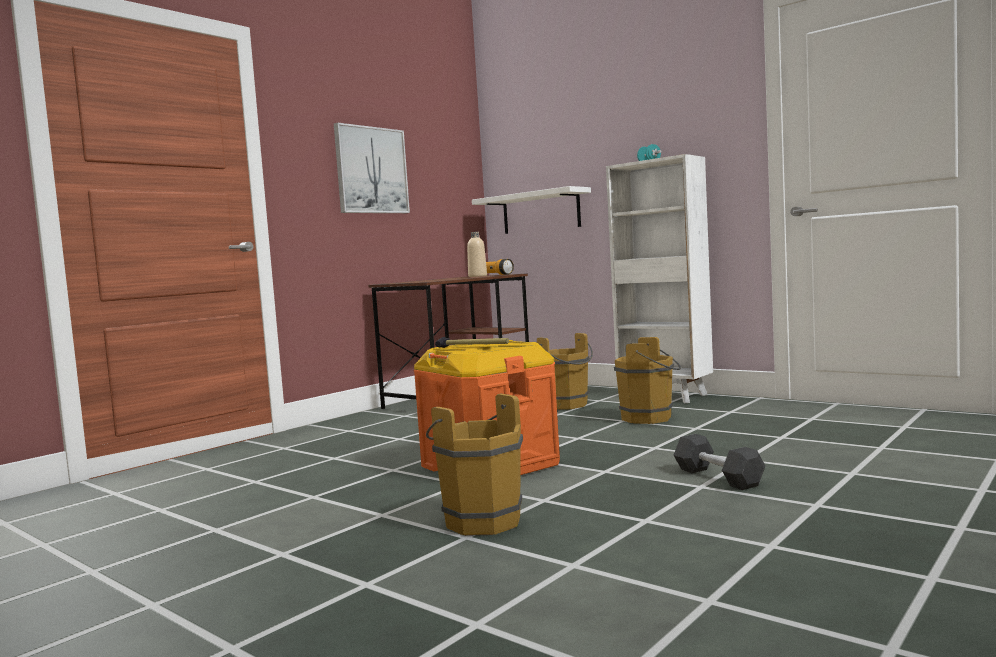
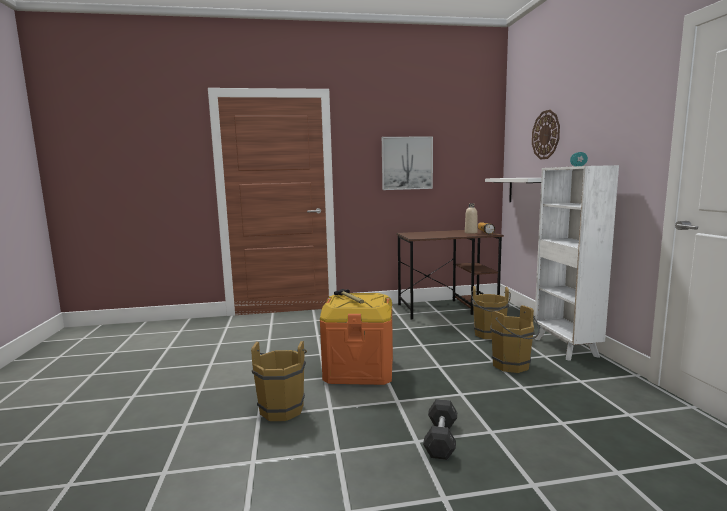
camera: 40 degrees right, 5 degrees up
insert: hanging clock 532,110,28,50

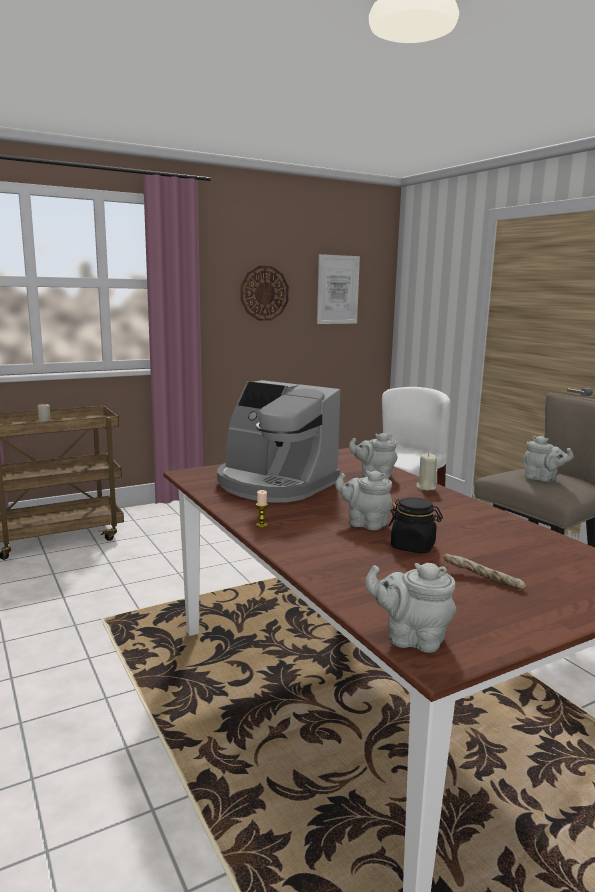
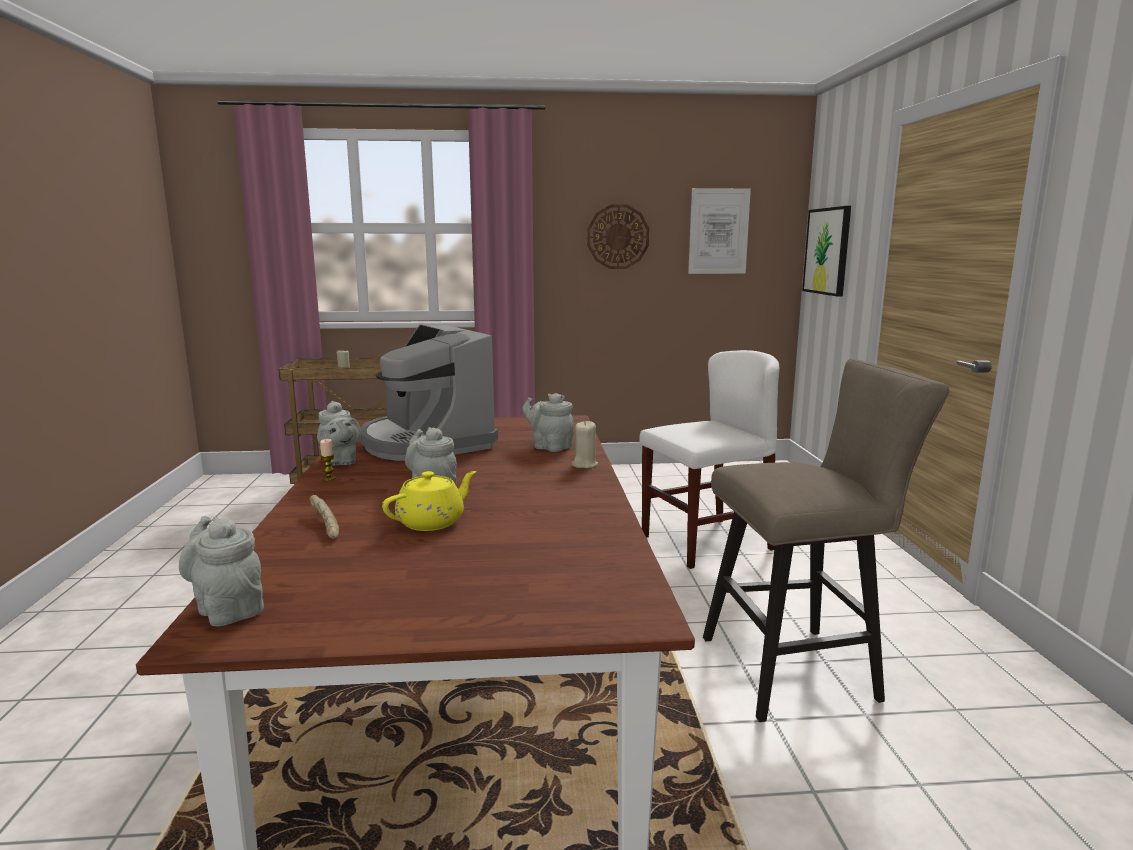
camera: 25 degrees right, 0 degrees up
insert: wall art 802,206,49,91
move: baked bread 444,554,82,35 to 309,495,30,44; pot for tea (greyish) 523,436,51,46 to 317,401,44,64
replace: jar (blackish) 388,497,55,56 to pot for tea (yellow-coloured) 382,471,95,60

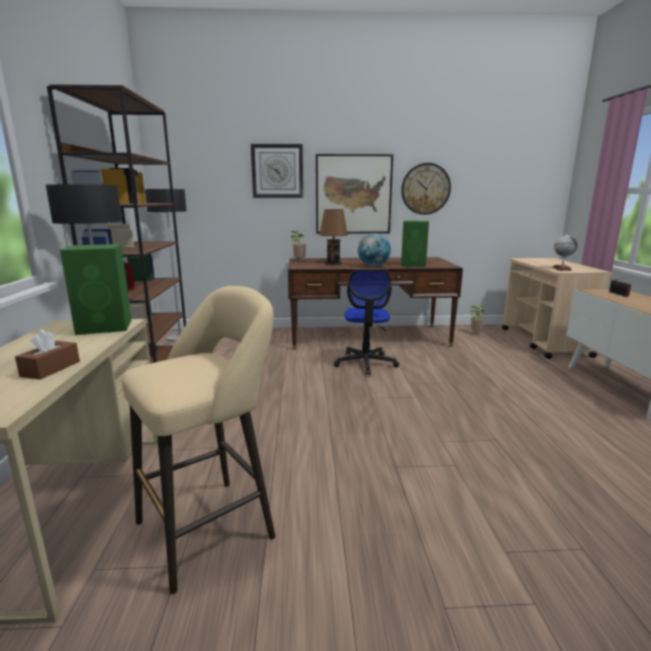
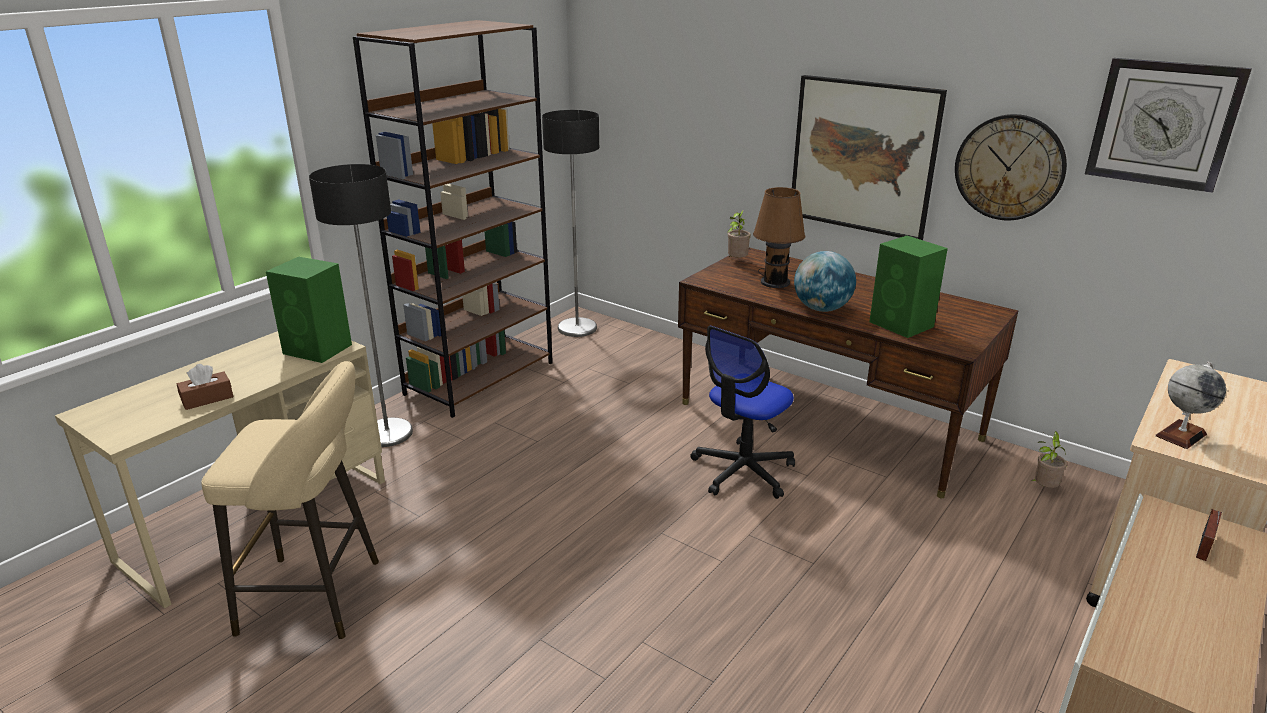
camera: 40 degrees right, 10 degrees up
move: hanging clock 251,144,52,54 to 1085,58,167,135

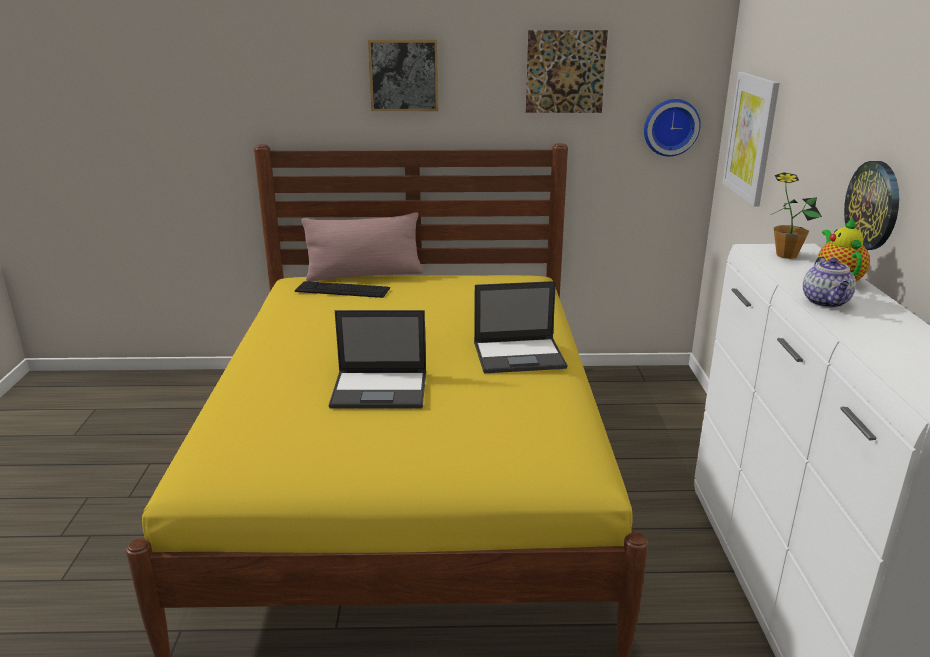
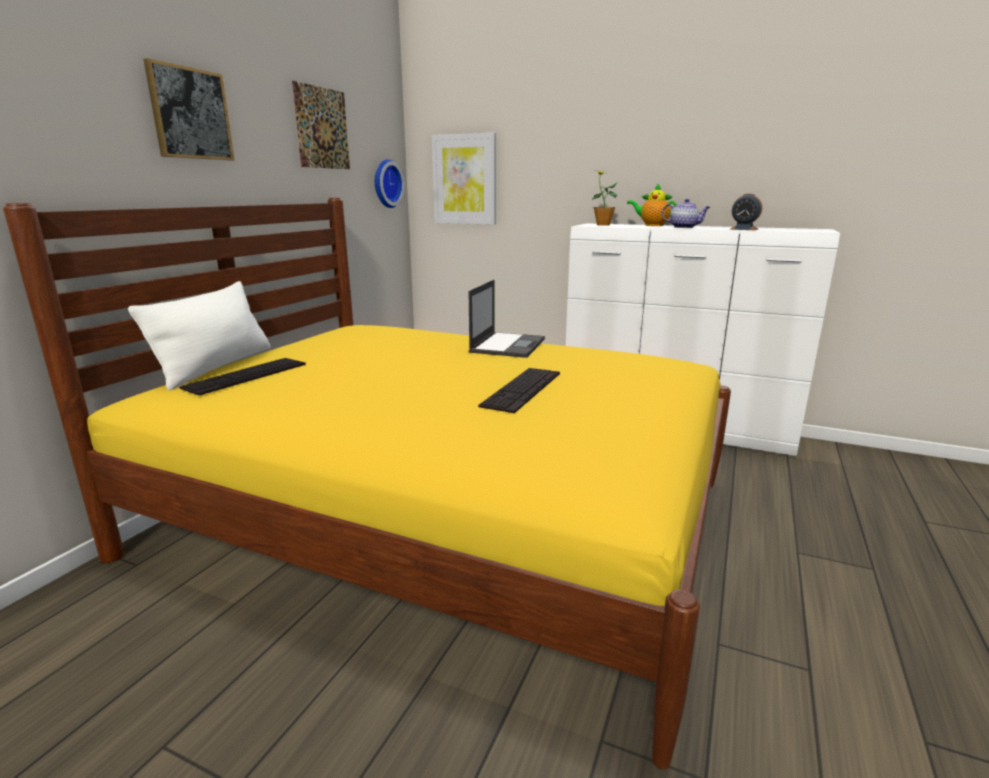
camera: 65 degrees left, 5 degrees down
delete: hanging clock 844,161,55,89
insert: bedside clock 729,193,33,37
replace: notebook computer 329,310,97,99 to keyboard 478,368,82,45
recolor: cushion (pink) 301,212,122,70 to cushion (whitish) 128,281,143,110

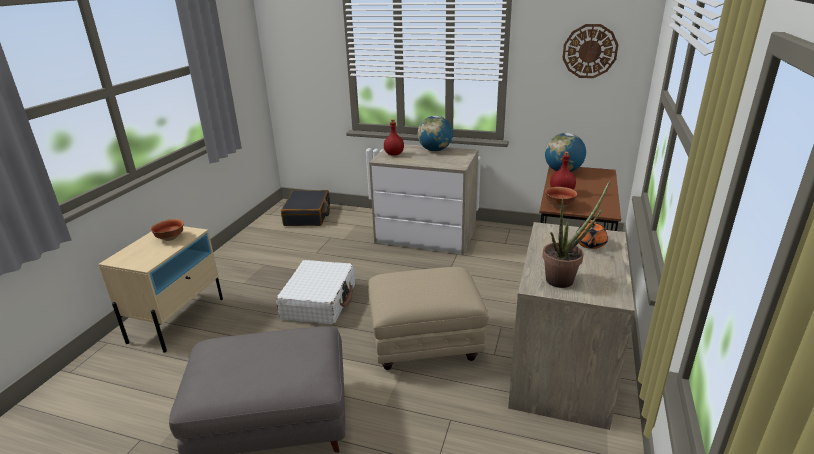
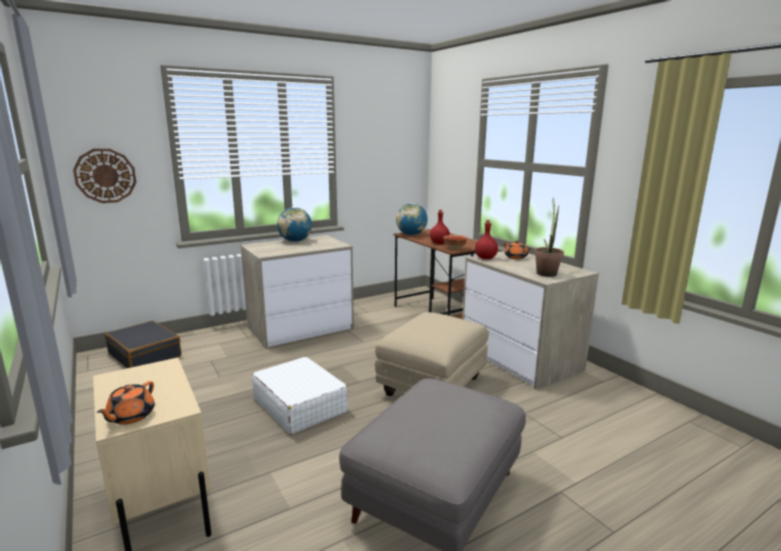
camera: 50 degrees left, 10 degrees down
delete: serving bowl 150,219,34,22
insert: pot for tea (orange-coloured) 96,381,59,44
move: hanging clock 562,24,56,54 to 73,149,63,54; drink bottle (red) 384,119,20,37 to 475,220,23,39

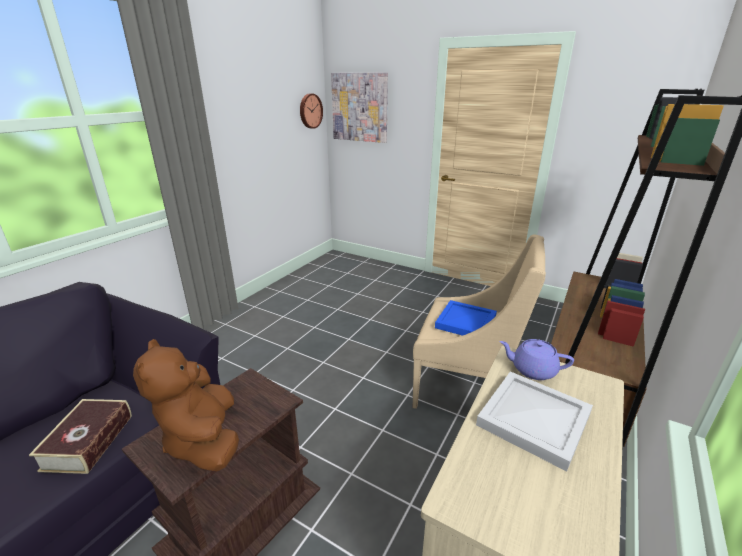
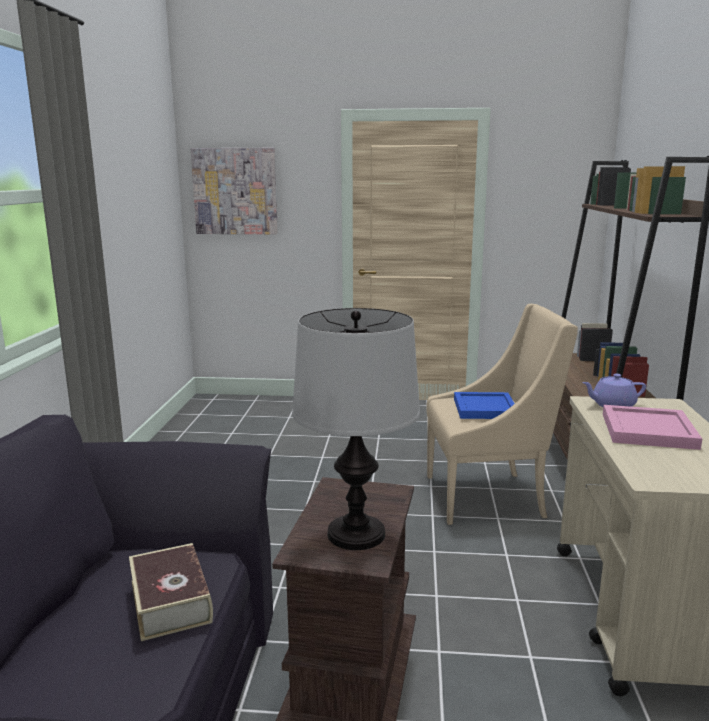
camera: 25 degrees left, 10 degrees down
delete: hanging clock 300,94,23,35
replace: plush toy (brown) 133,339,106,133 to lamp for a table 292,308,128,242
recolor: tray (whitish) 476,372,117,99 to tray (pink) 603,405,99,45

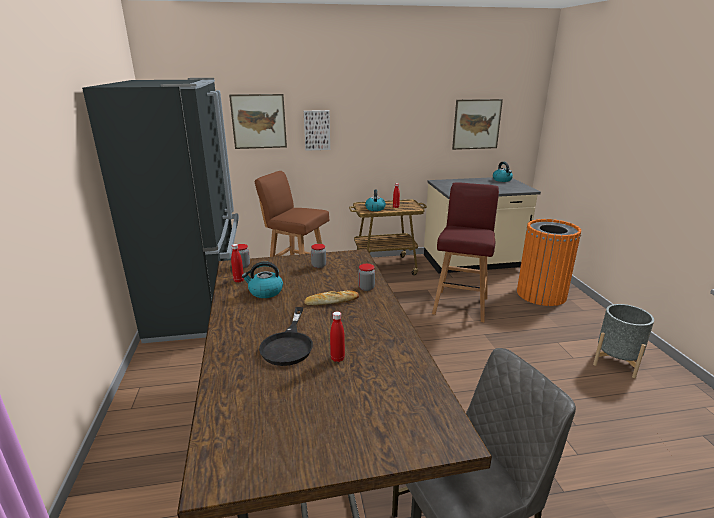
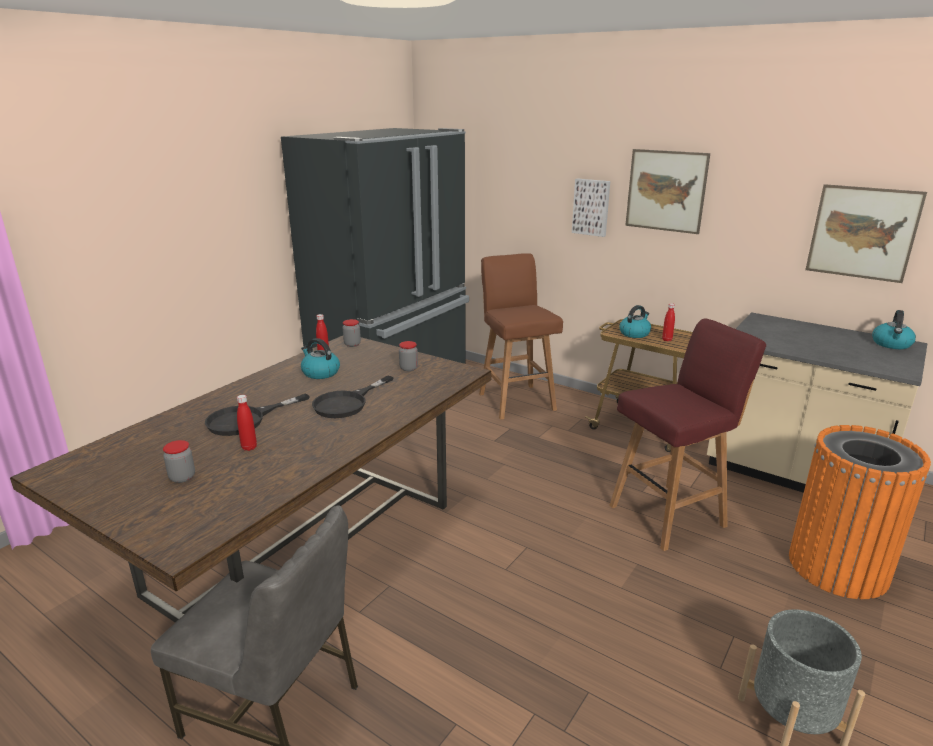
camera: 45 degrees right, 0 degrees up
move: jar 358,264,17,27 to 163,440,32,43; wall art 229,94,58,55 to 625,149,85,85
replace: baked bread 304,290,55,15 to pan (blackish) 312,375,82,43

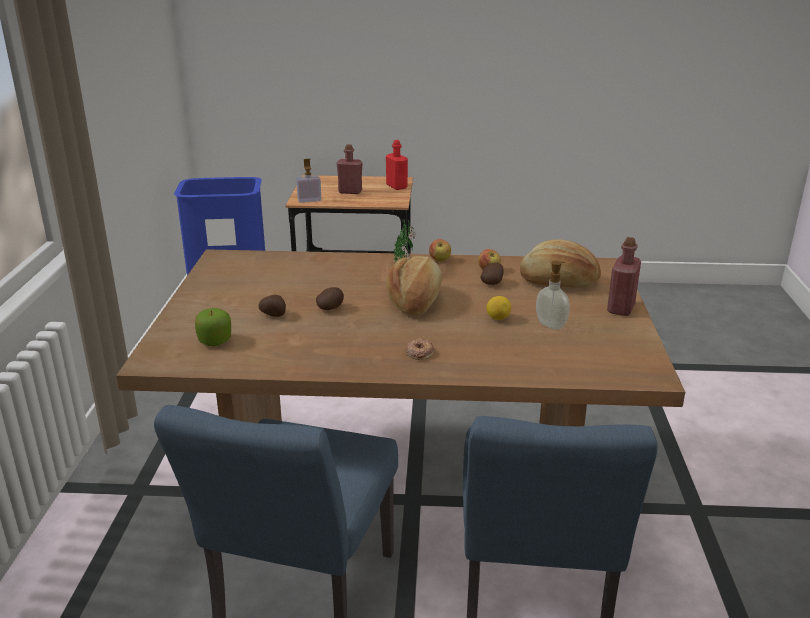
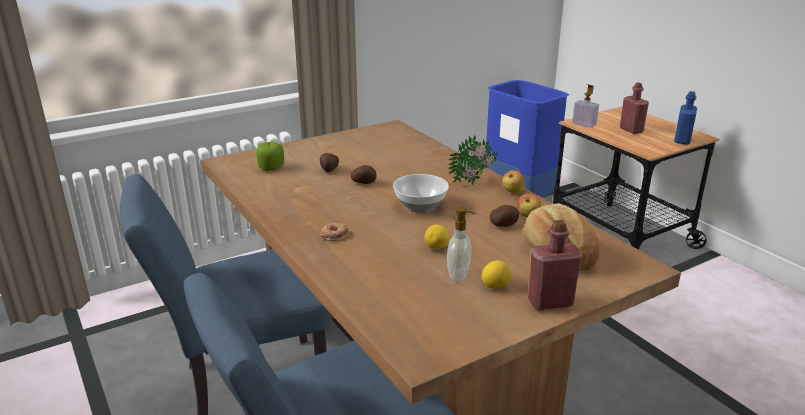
camera: 55 degrees right, 0 degrees up
insert: lemon 481,260,31,29
replace: baked bread 386,256,56,60 to serving bowl 393,174,56,39
recolor: drink bottle (red) 386,140,22,50 to drink bottle (blue-coloured) 674,91,23,53

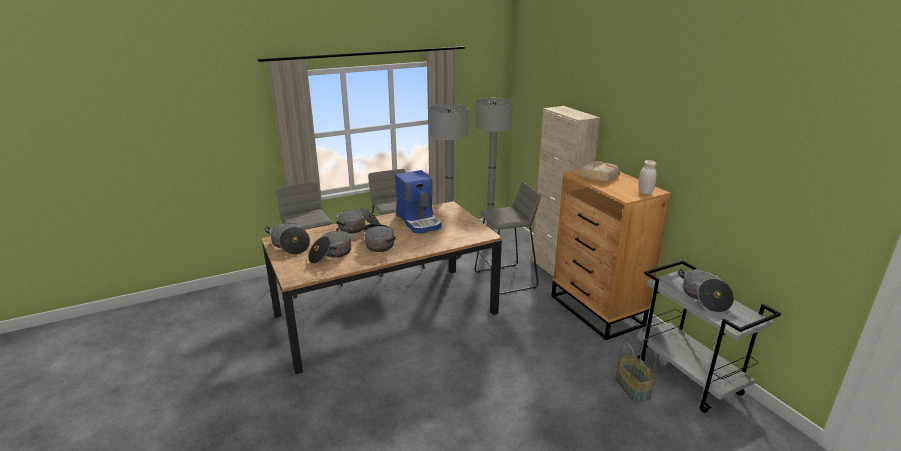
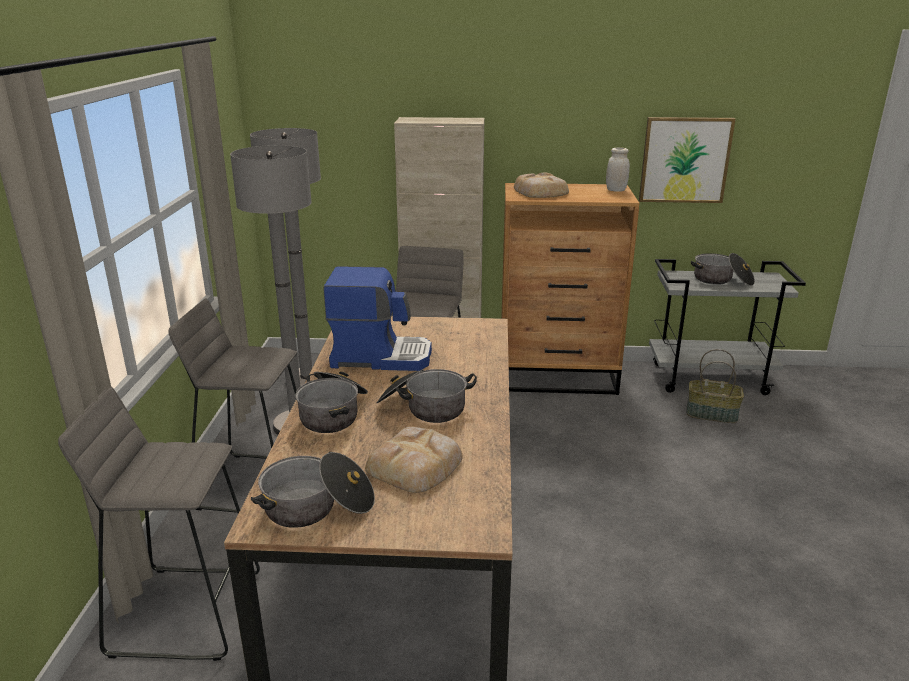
camera: 60 degrees left, 0 degrees up
insert: wall art 639,117,96,86
replace: cooking pot 308,228,43,36 to baked bread 365,427,98,66

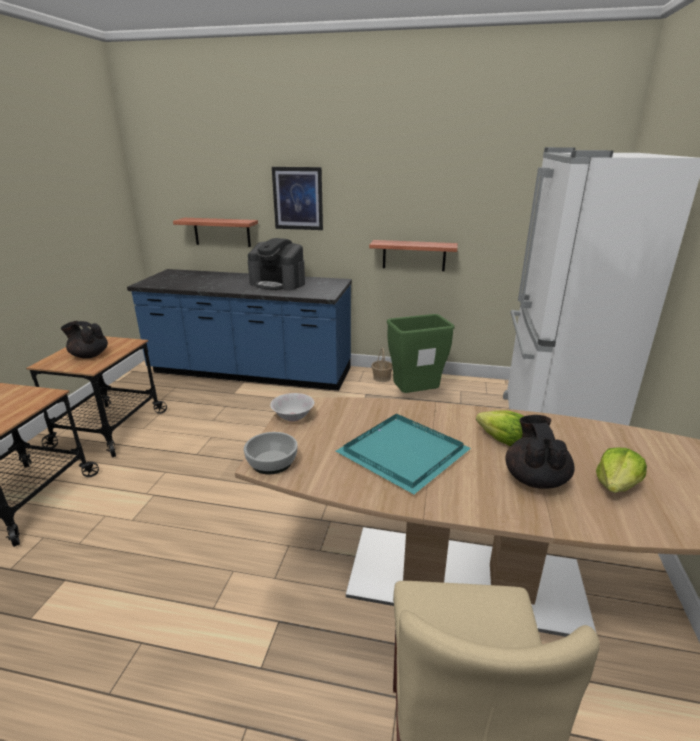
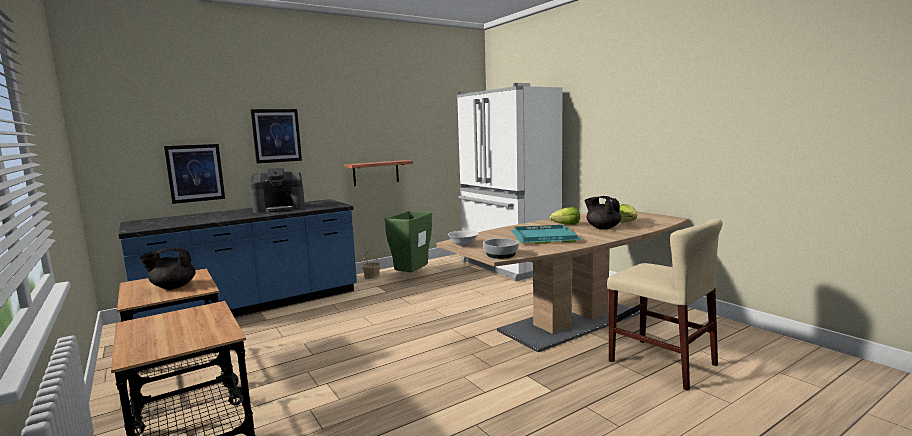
camera: 45 degrees left, 15 degrees down
replace: bracket shelf 173,218,85,29 to wall art 164,144,61,60

